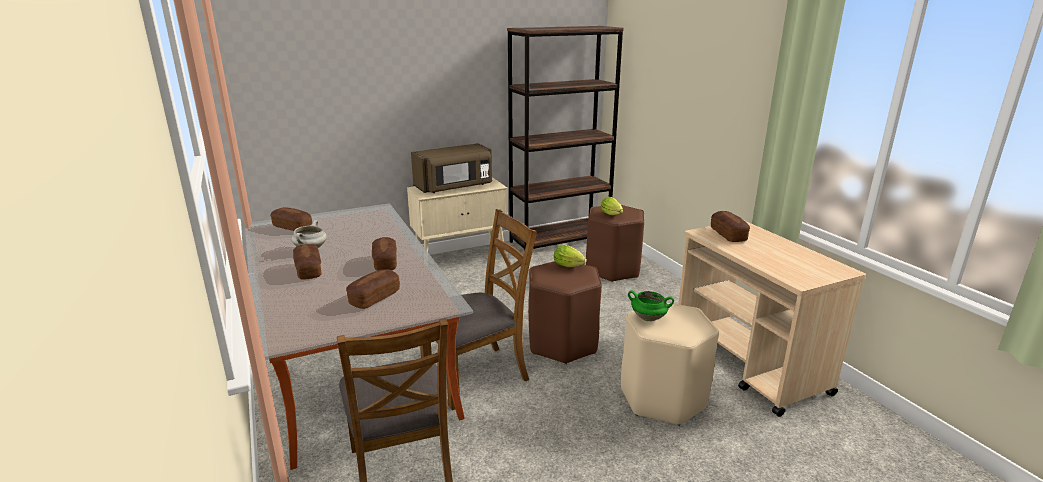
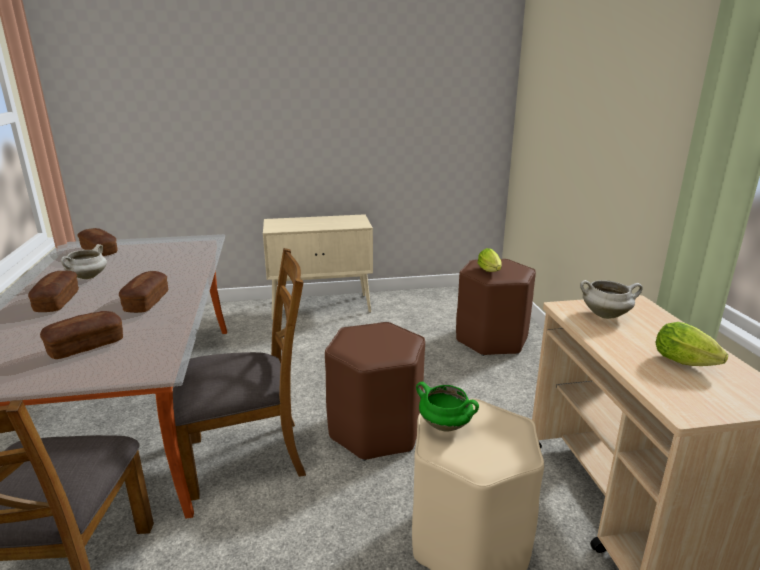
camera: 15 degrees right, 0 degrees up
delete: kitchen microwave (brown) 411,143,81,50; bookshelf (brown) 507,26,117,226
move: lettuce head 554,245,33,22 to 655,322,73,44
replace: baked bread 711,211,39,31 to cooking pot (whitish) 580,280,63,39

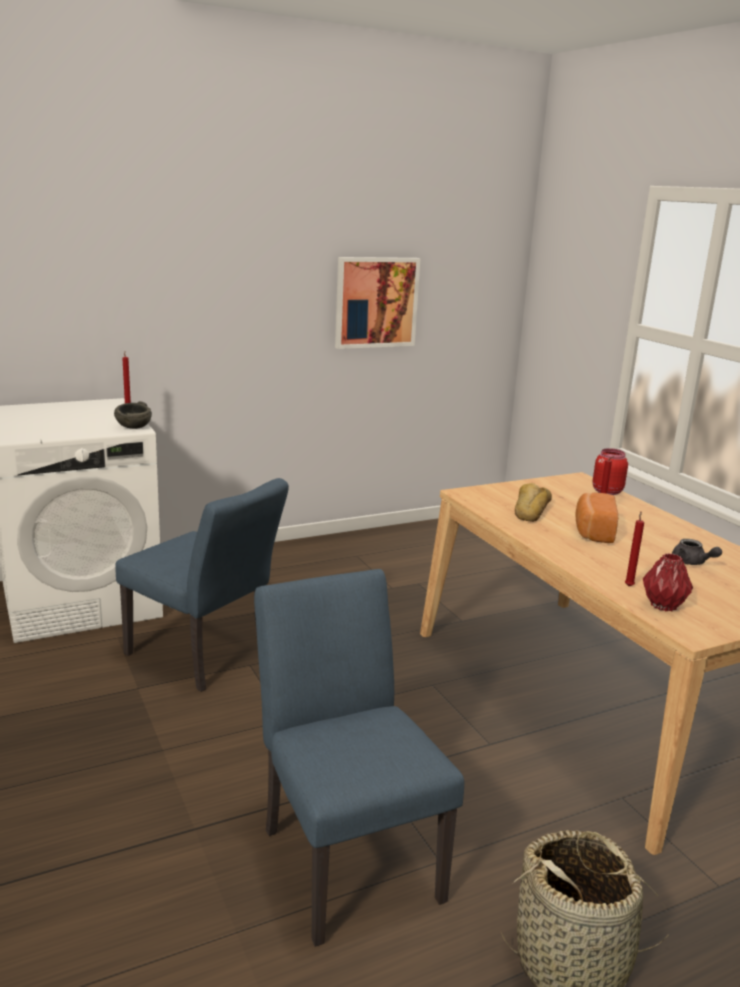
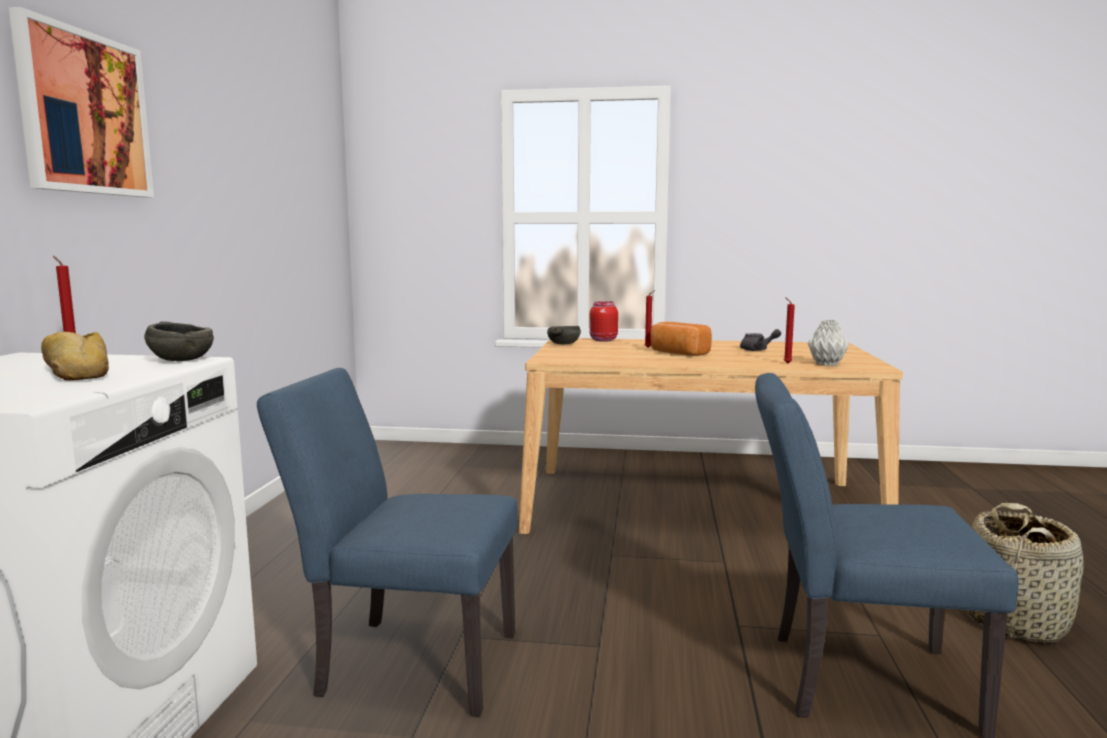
camera: 55 degrees left, 10 degrees down
insert: serving bowl (greyish) 547,326,34,18
move: wall art 335,257,85,92 to 9,7,145,190; baked bread 515,483,37,39 to 41,332,68,49
recolor: vase (red) 643,553,50,59 to vase (greyish) 808,320,41,46
rotate: upright chair (blue-coloured) 115,478,174,214 = 257,368,260,349 150 degrees counterclockwise

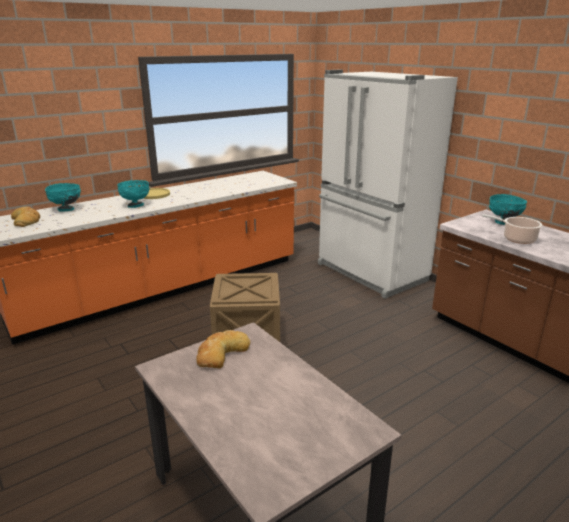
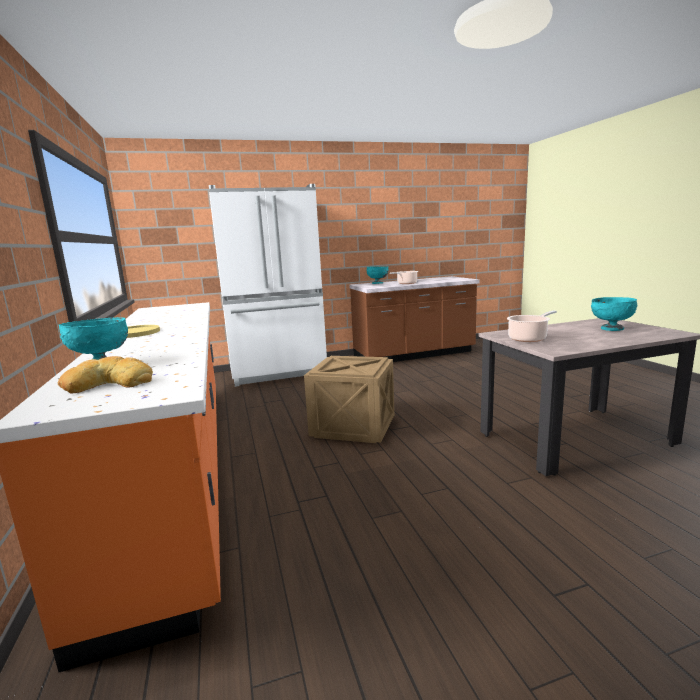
camera: 70 degrees left, 10 degrees down
move: serving bowl (turquoise-coloured) 117,180,32,28 to 591,297,46,34
replace: baked bread 196,330,54,39 to cooking pot 507,311,50,31

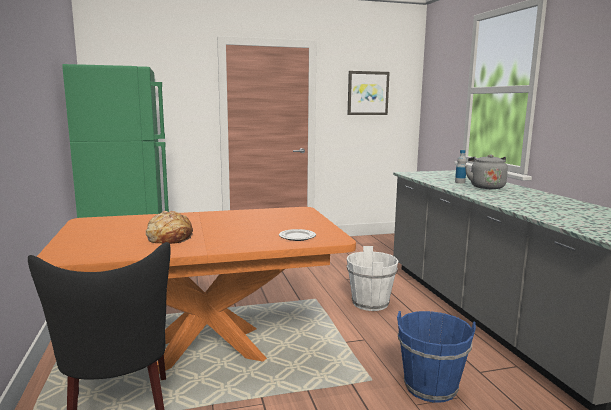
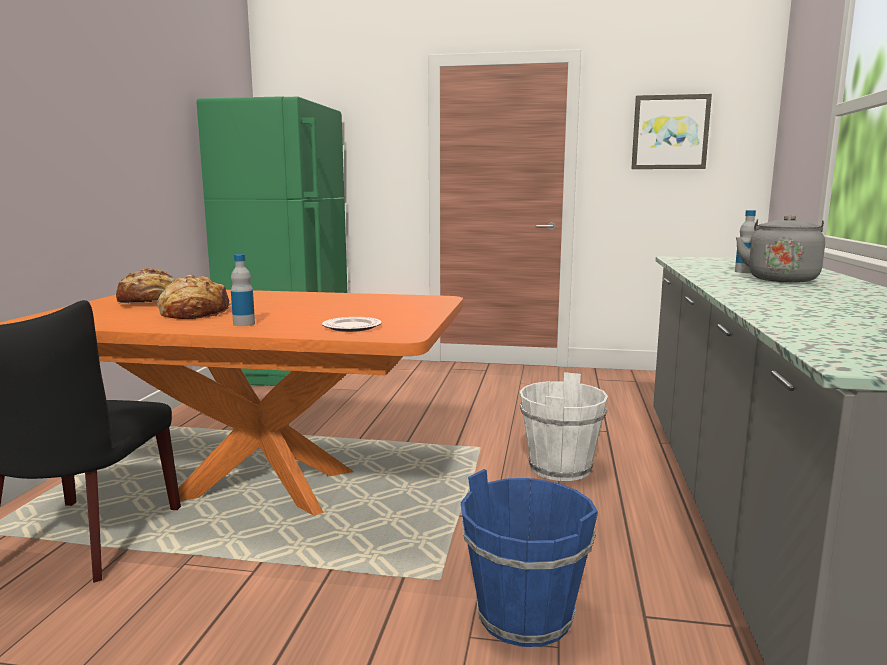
camera: 25 degrees right, 0 degrees up
insert: baked bread 116,268,59,36; drink bottle 231,254,24,72

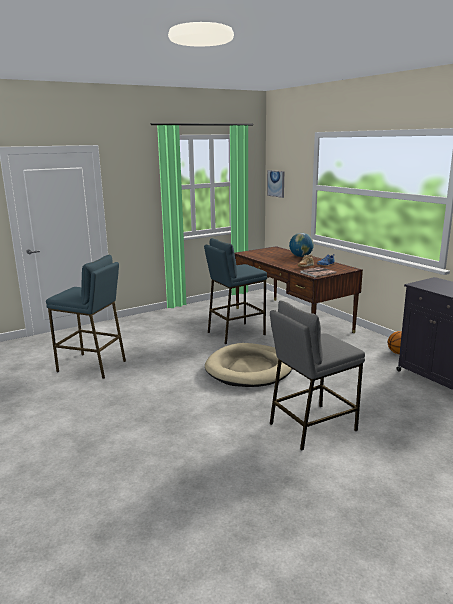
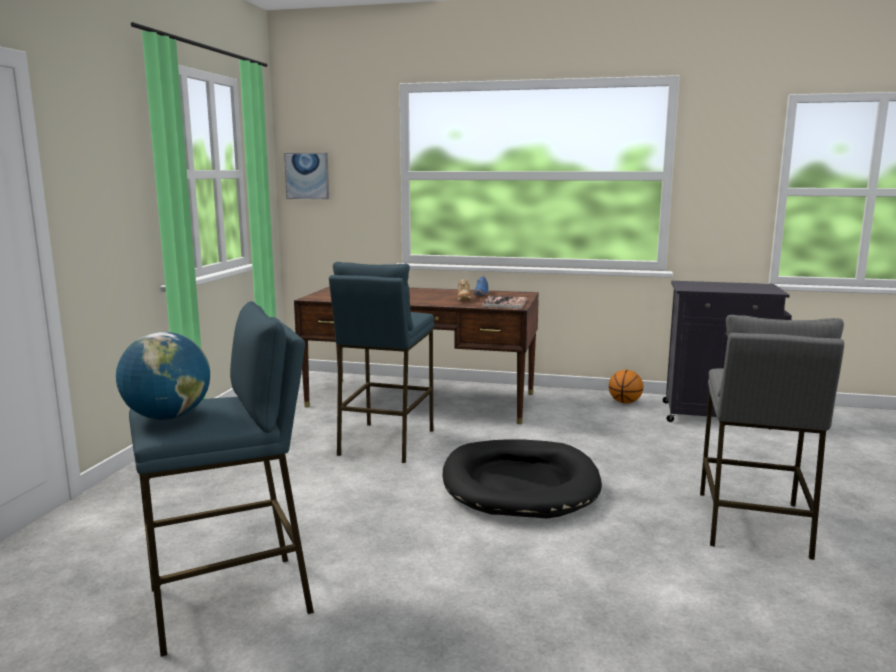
camera: 45 degrees left, 5 degrees down
move: globe 289,233,25,24 to 116,332,94,88
recolor: dog cushion (beige-coloured) 205,343,87,44 to dog cushion (blackish) 442,439,160,79

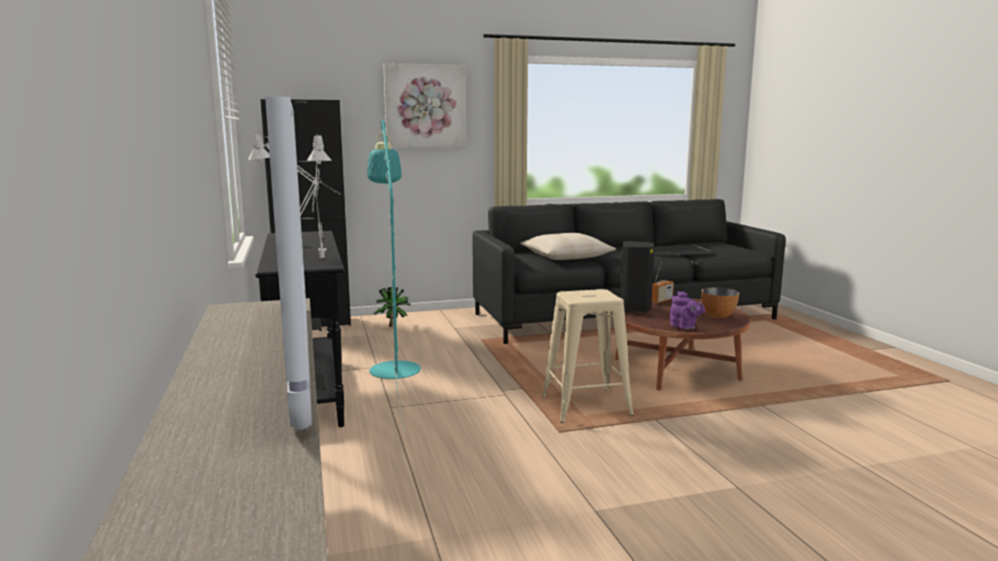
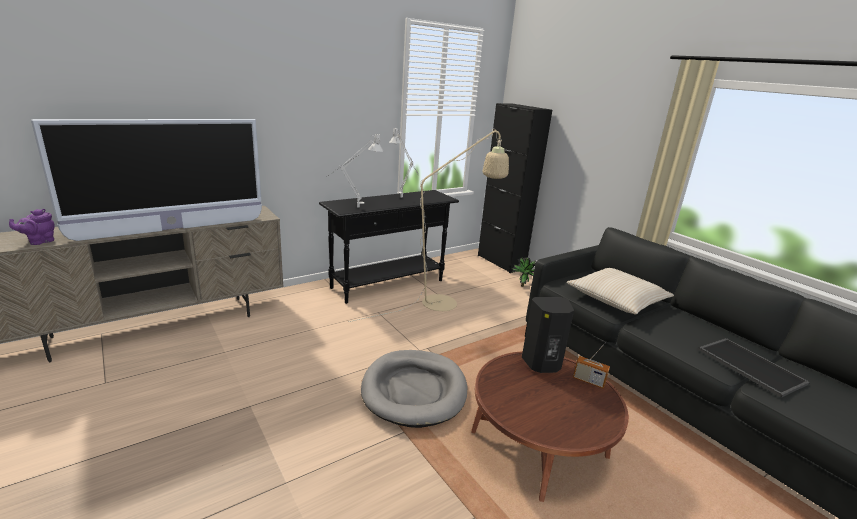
camera: 70 degrees right, 10 degrees up
delete: wall art 383,63,83,85; serving bowl 701,288,38,30
move: pot for tea (purple) 670,291,35,38 to 9,209,45,36
replace: stool seat (beige-coloured) 542,289,92,134 to dog cushion (greyish) 361,350,106,78
recolor: standard lamp (turquoise-coloured) 367,118,54,311 to standard lamp (beige-coloured) 348,129,161,193

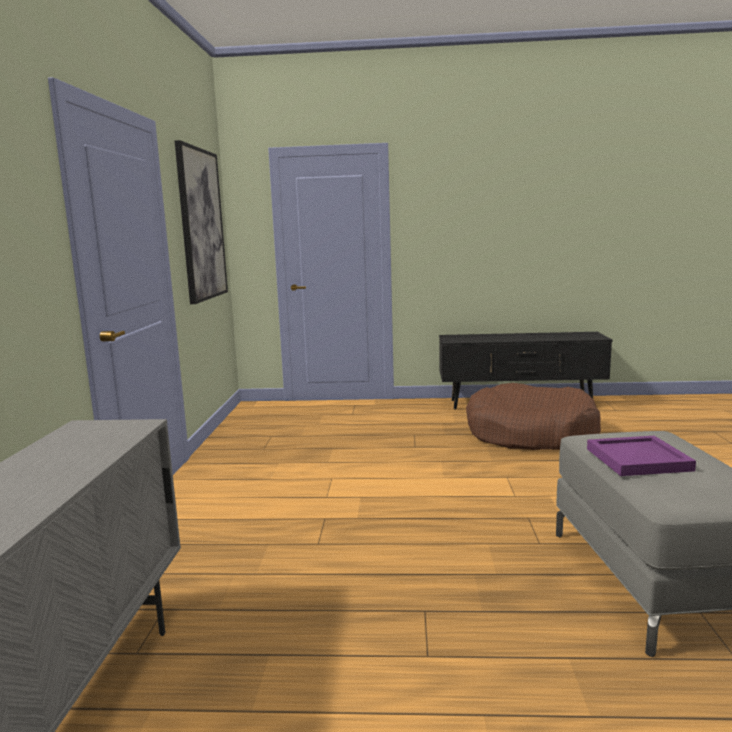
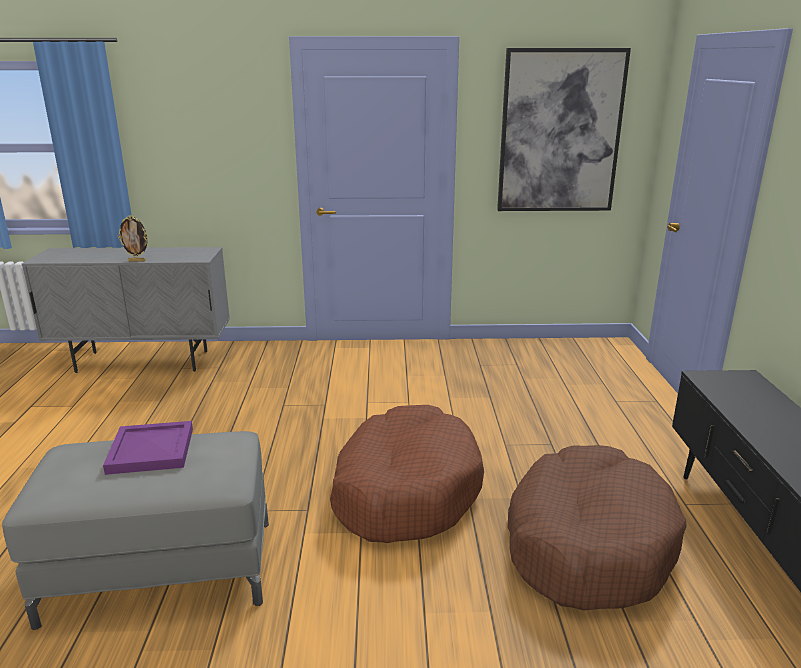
camera: 85 degrees right, 10 degrees up
insert: photo frame 117,215,32,47; dog cushion (brown) 330,405,154,138

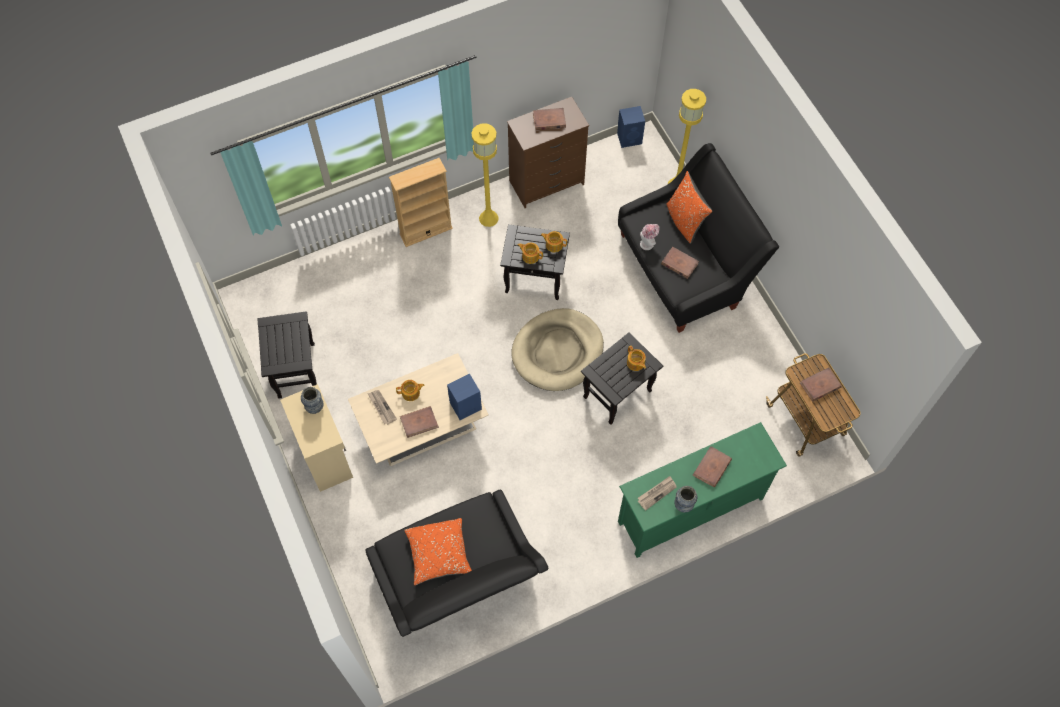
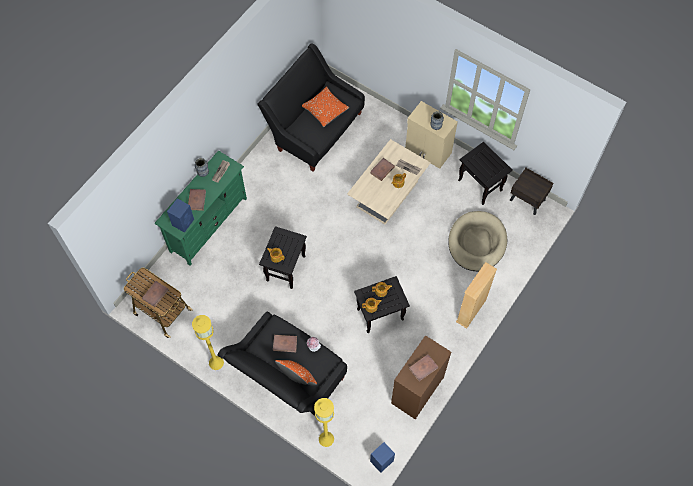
camera: 150 degrees right, 0 degrees up
insert: nightstand (brown) 510,168,44,47
move: audio speaker (blue-coloured) 447,373,35,47 to 167,198,27,35; standard lamp (yellow-coloured) 472,123,27,104 to 192,315,32,55; dog cushion (beige-coloured) 511,308,93,83 to 448,211,59,60

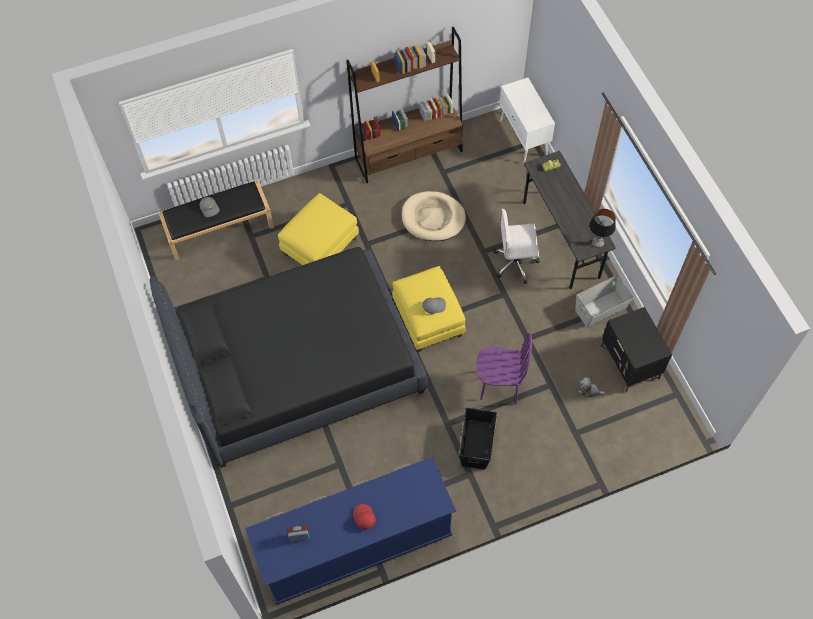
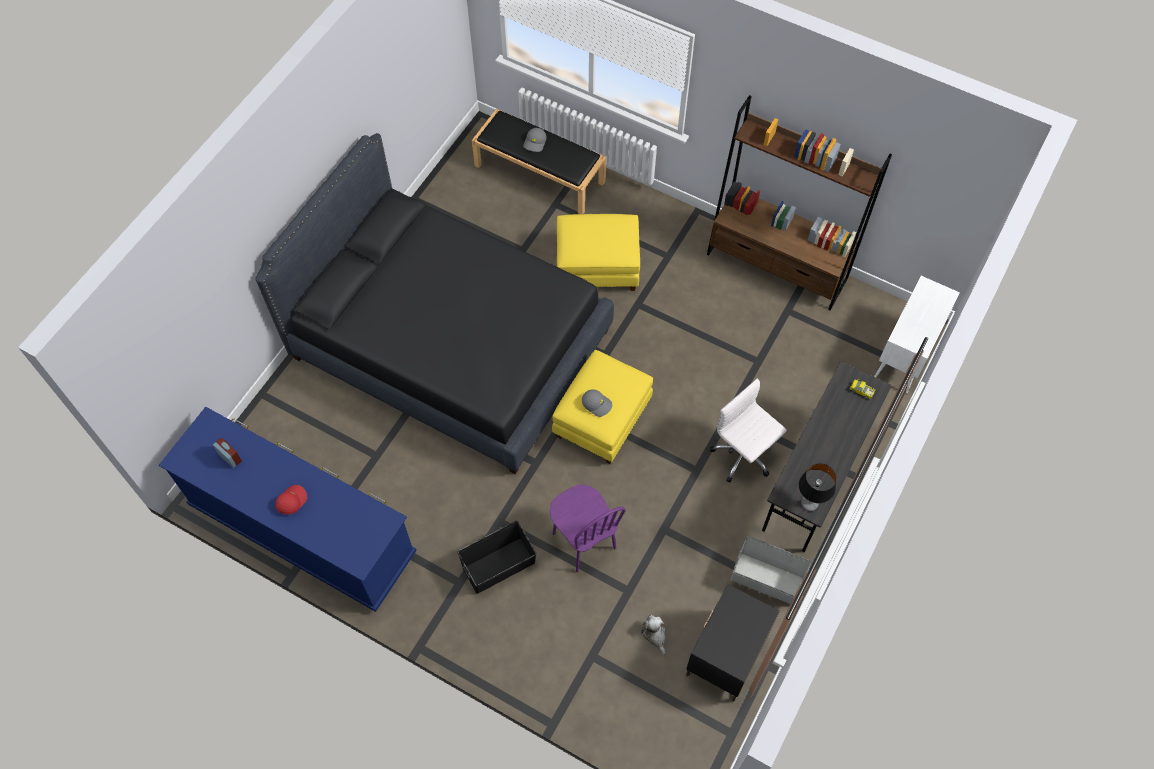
camera: 50 degrees right, 0 degrees up
delete: dog cushion (beige-coloured) 402,191,64,50

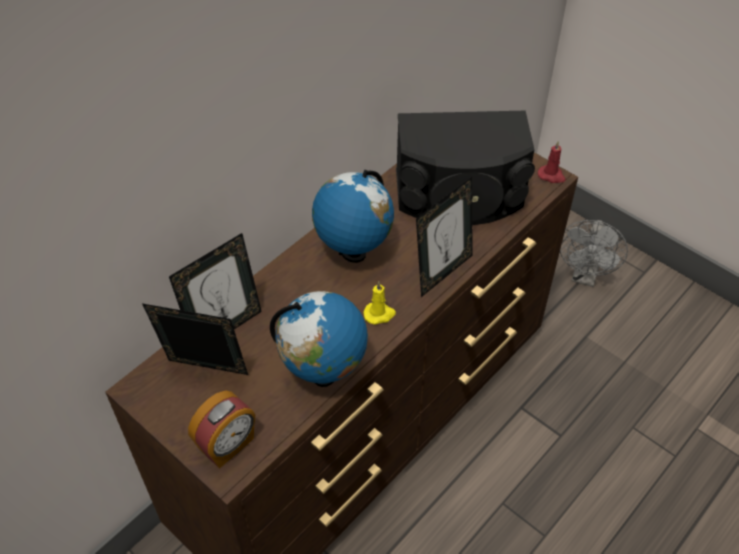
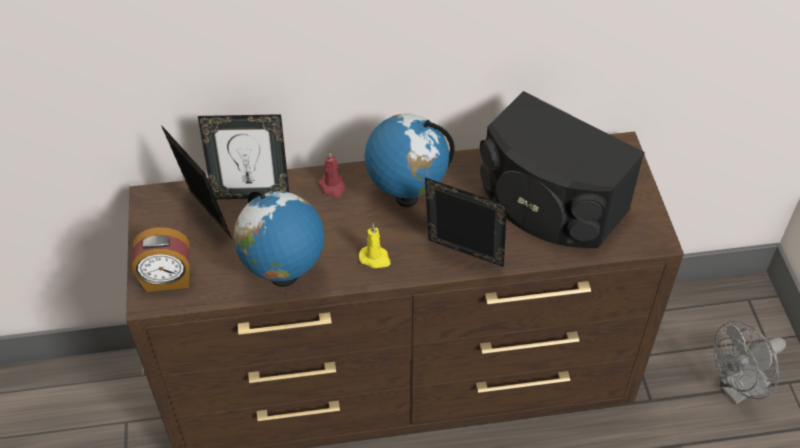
camera: 40 degrees right, 0 degrees up
move: wax light (red) 538,141,27,42 to 318,151,28,47
rotate: photo frame 416,177,57,120 = 425,178,82,89 150 degrees counterclockwise

